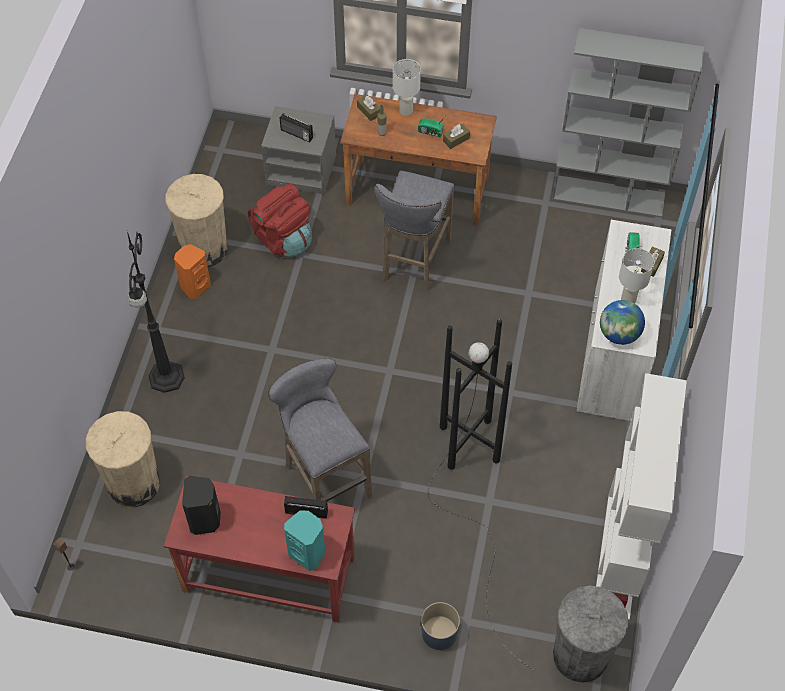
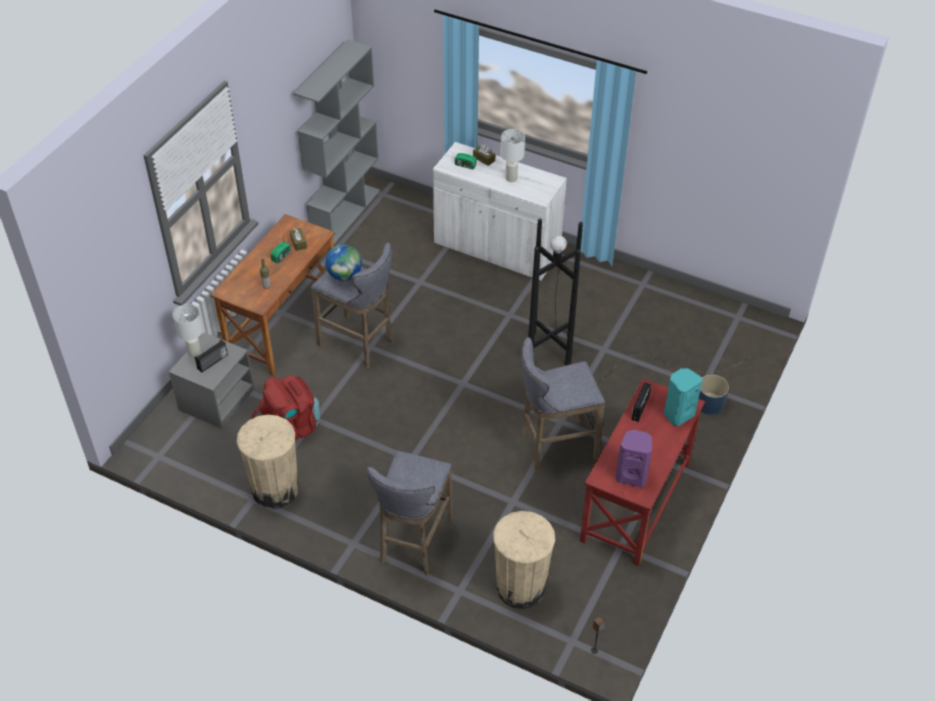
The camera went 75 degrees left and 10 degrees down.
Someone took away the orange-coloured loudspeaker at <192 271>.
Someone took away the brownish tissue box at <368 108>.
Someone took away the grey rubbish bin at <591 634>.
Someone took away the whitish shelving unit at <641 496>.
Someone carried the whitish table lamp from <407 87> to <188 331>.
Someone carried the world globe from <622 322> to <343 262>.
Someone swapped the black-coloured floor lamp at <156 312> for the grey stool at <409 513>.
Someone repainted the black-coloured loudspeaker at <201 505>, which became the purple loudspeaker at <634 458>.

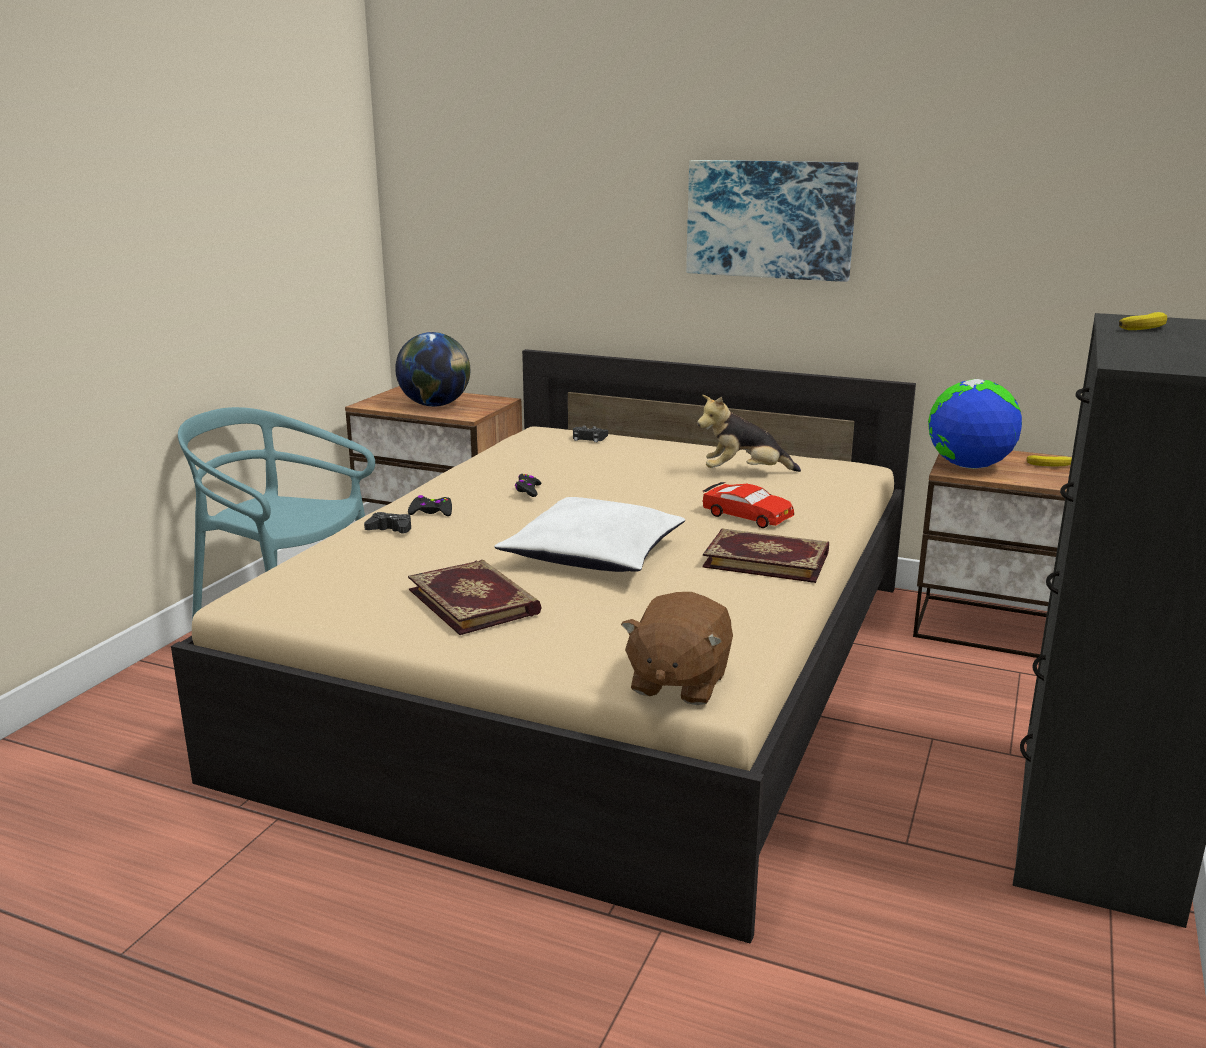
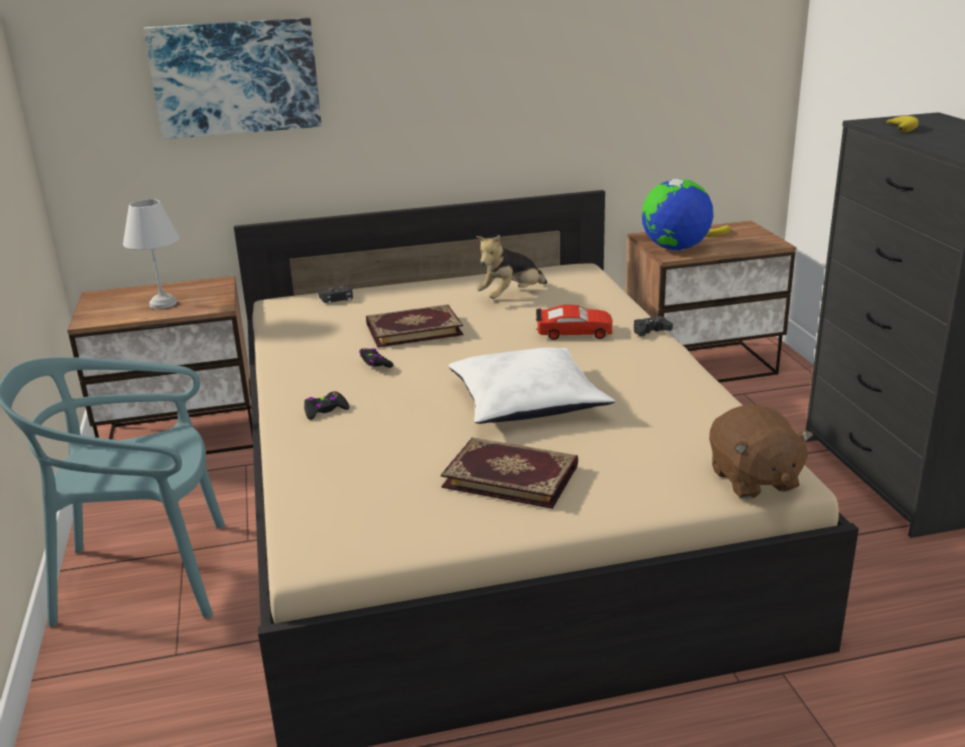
The camera went 35 degrees left and 5 degrees up.
Someone carried the black-coloured gamepad from <387 522> to <653 325>.
Someone carried the wall picture from <772 221> to <233 78>.
Someone carried the volume from <765 555> to <414 326>.
Someone swapped the world globe at <432 369> for the whitish table lamp at <151 254>.

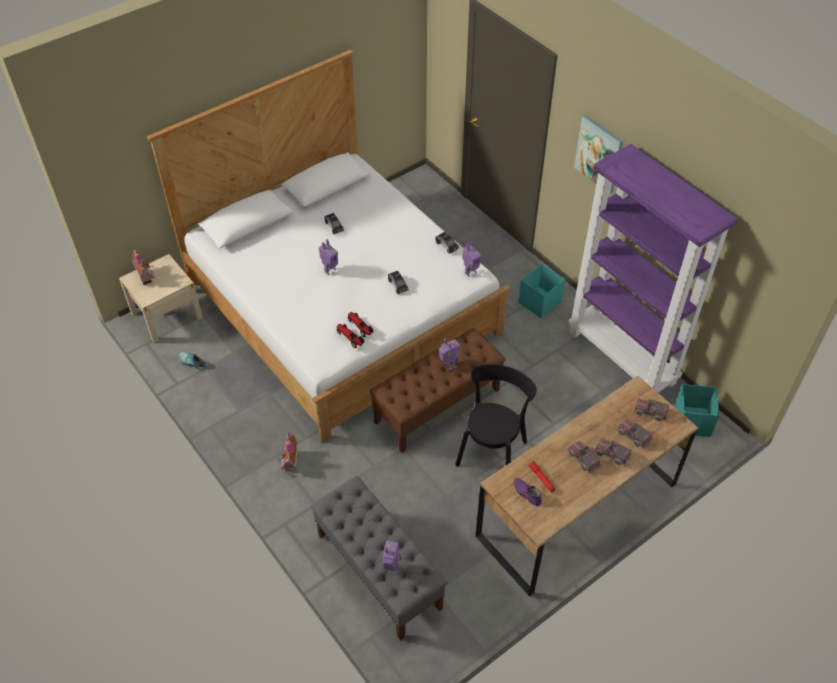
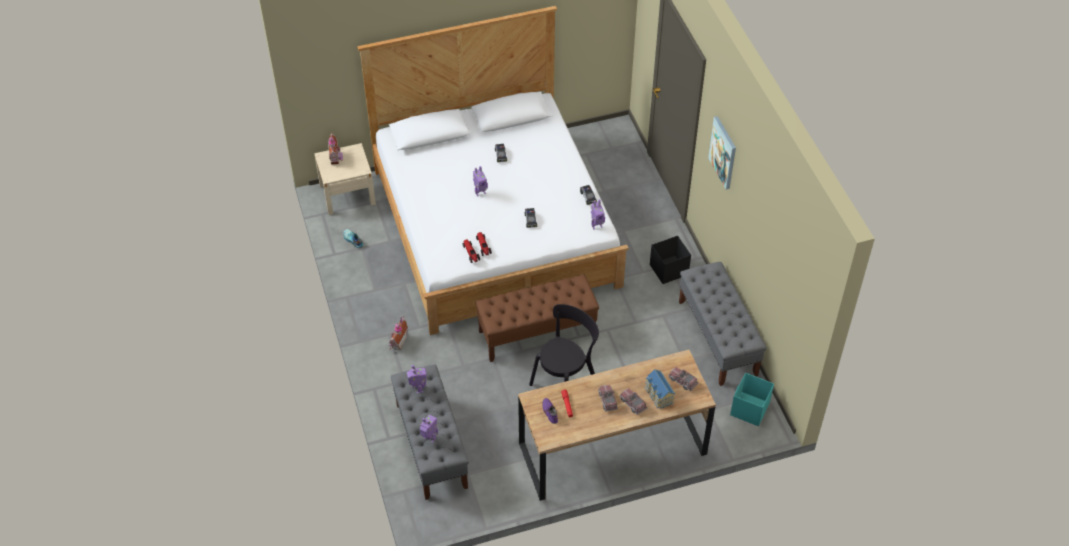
The camera went 20 degrees right and 0 degrees up.
Someone carried the model robot from <450 354> to <417 379>.
Someone swapped the purple shelving unit at <653 268> for the grey bench at <723 324>.
Someone swapped the model truck at <635 434> for the toy house at <660 389>.
Someone repainted the turquoise-coloured storage bin at <541 291>, which became the black-coloured storage bin at <670 260>.

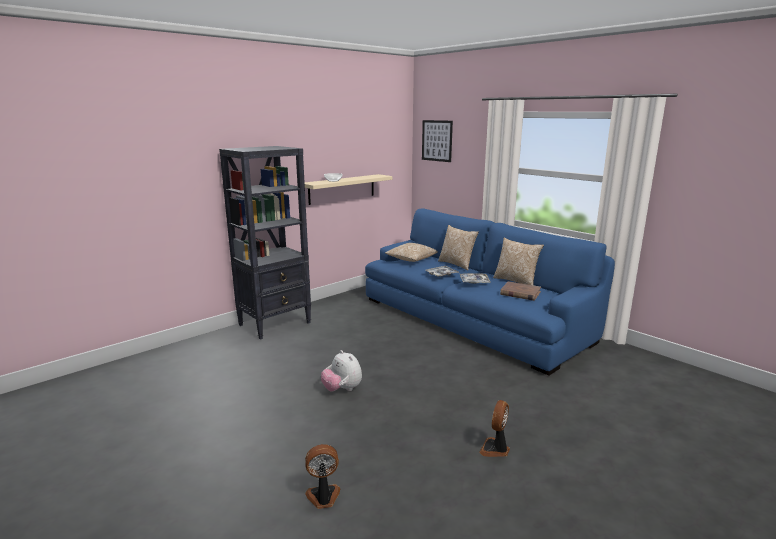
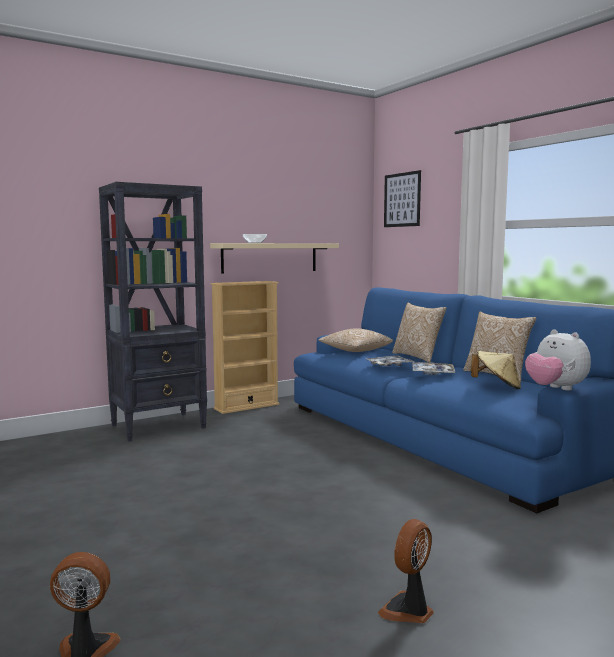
The camera went 10 degrees right and 10 degrees down.
Someone put down the beige-coloured shelving unit at <245 347>.
Someone carried the plush toy from <341 371> to <558 359>.
Someone swapped the brownish volume at <520 291> for the beige-coloured hat at <496 370>.

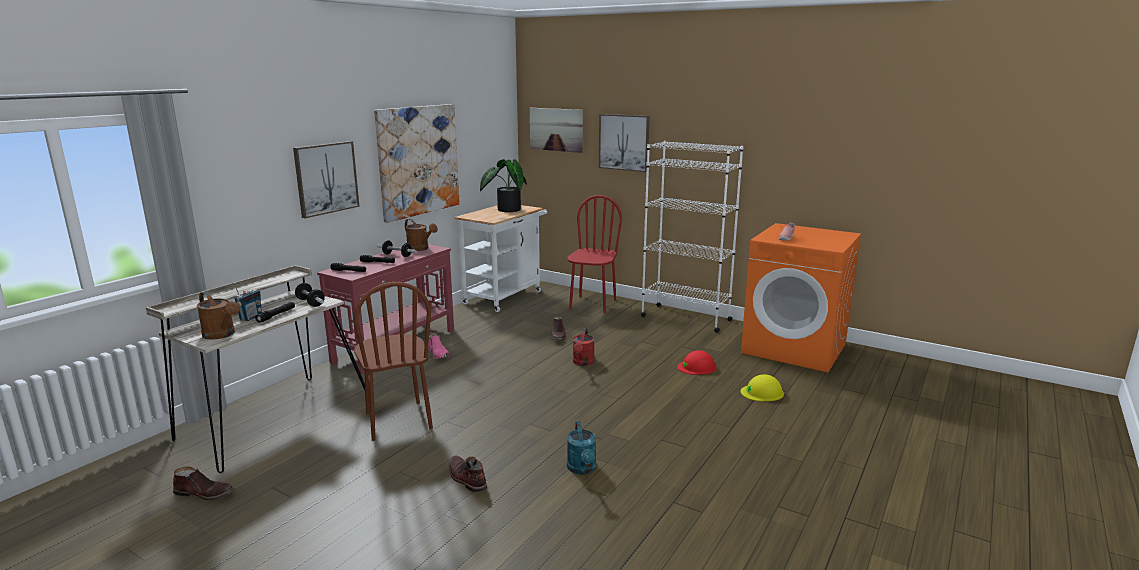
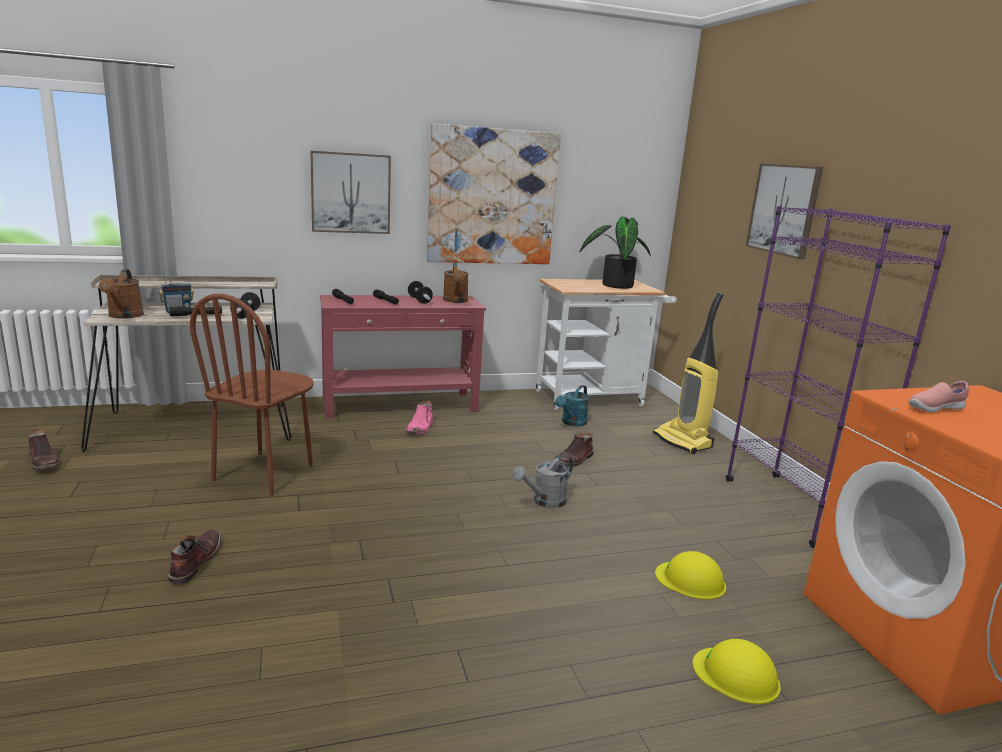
The camera went 40 degrees right and 0 degrees up.
Someone took away the wall picture at <556 130>.
Someone carried the turquoise-coloured sprinkling can from <581 448> to <572 405>.
Someone swapped the red-coloured plain chair at <594 254> for the vacuum cleaner at <688 373>.
Someone repainted the red-coloured sprinkling can at <584 347>, which became the grey sprinkling can at <542 481>.
Someone repainted the whitish shelving unit at <692 237>, which became the purple shelving unit at <838 377>.
Someone repainted the red-coloured hard hat at <696 362>, which became the yellow hard hat at <690 575>.

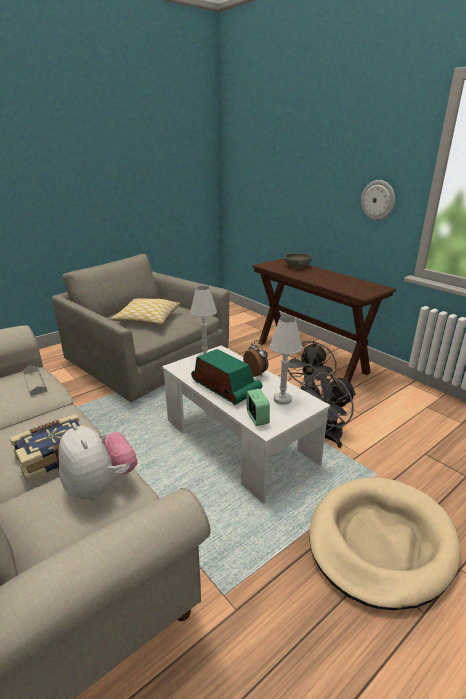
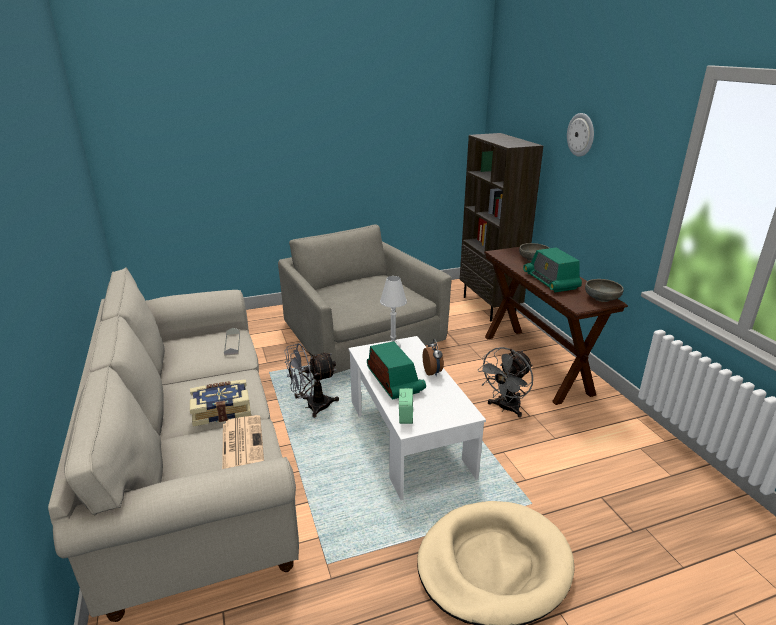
The camera went 20 degrees right and 0 degrees up.
Someone took away the throw pillow at <145 311>.
Someone took away the whitish table lamp at <286 360>.
Someone put down the brownish shelving unit at <501 227>.
Someone put down the radio receiver at <552 269>.
Someone put down the grey serving bowl at <604 290>.
Someone carried the grey fan from <328 410> to <311 380>.
Someone carried the wall clock from <378 200> to <580 135>.
Someone swapped the plush toy at <97 461> for the daily paper at <243 442>.

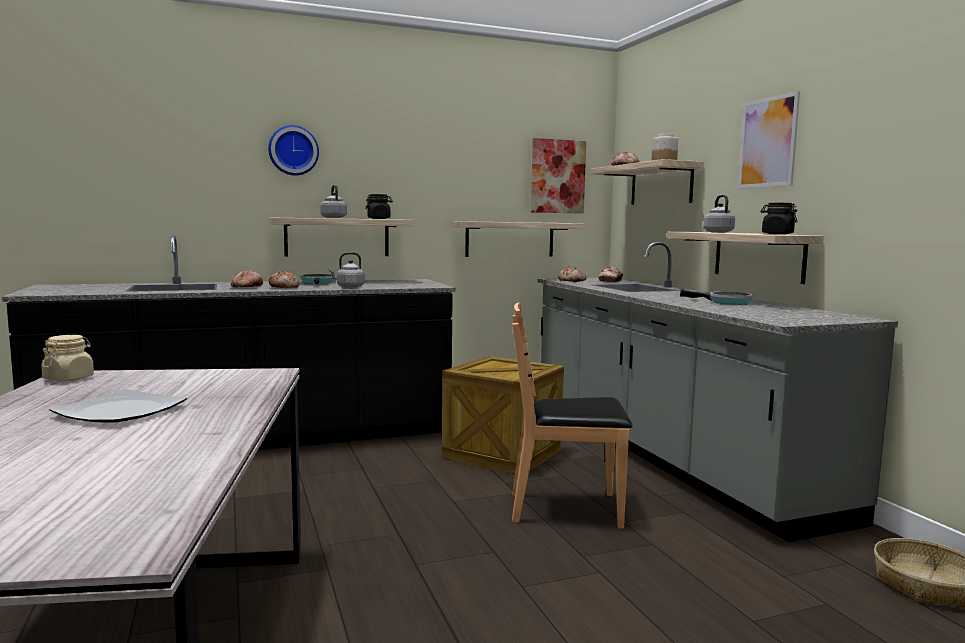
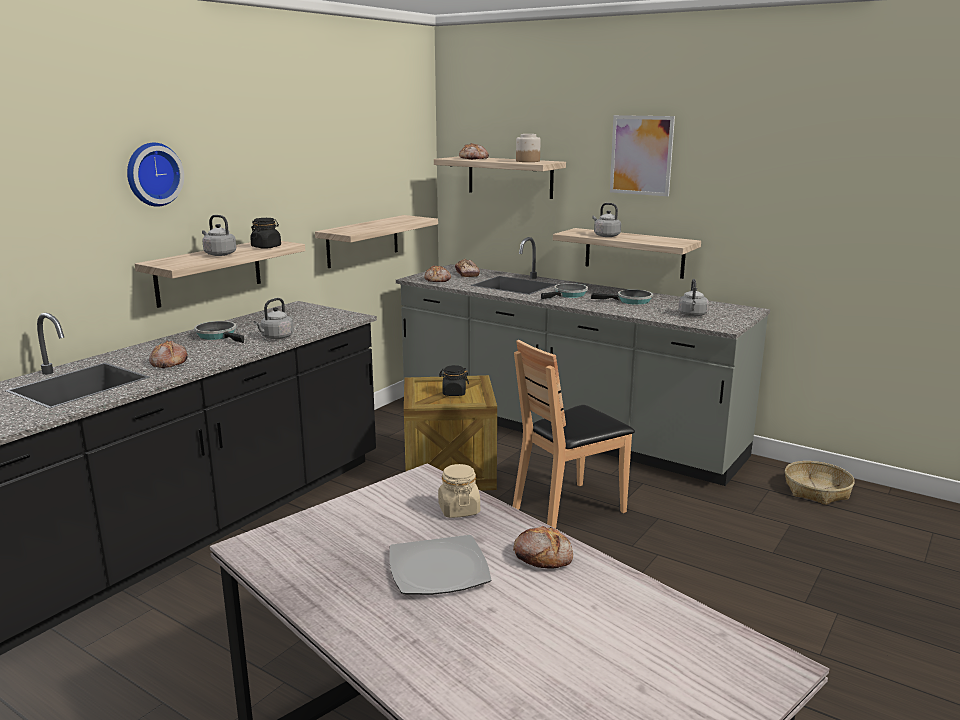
The camera went 35 degrees left and 10 degrees up.
Someone took away the wall picture at <558 176>.
Someone put down the skillet at <564 291>.
Someone put down the grey water kettle at <693 298>.
Someone carried the beige-coloured storage jar from <67 358> to <459 491>.
Someone carried the bread from <284 279> to <543 547>.
Someone carried the black-coloured storage jar from <779 219> to <454 380>.

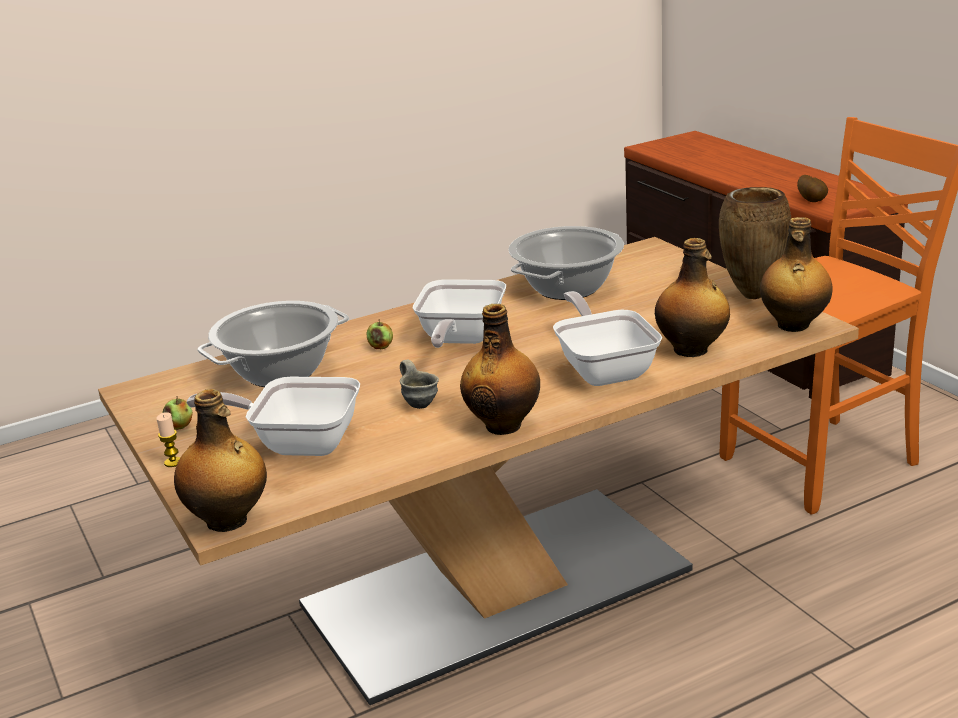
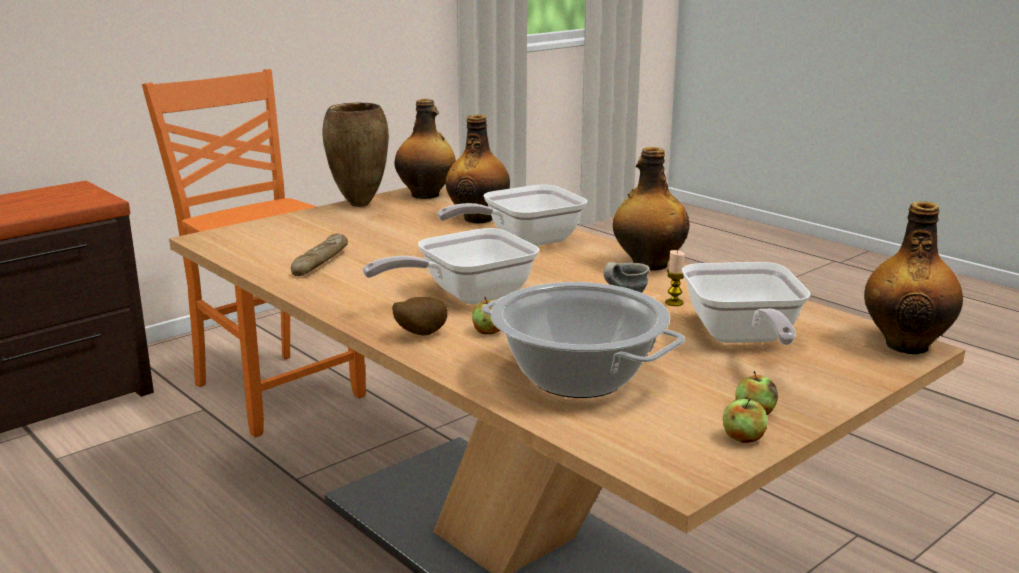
The camera went 105 degrees left and 5 degrees down.
Someone put down the apple at <745 420>.
Someone carried the candle from <168 439> to <675 278>.
Someone carried the spud from <812 188> to <420 316>.
Someone swapped the cooking pot at <566 263> for the bread at <319 254>.
Someone rotated the skillet at <459 313> by 150 degrees clockwise.

